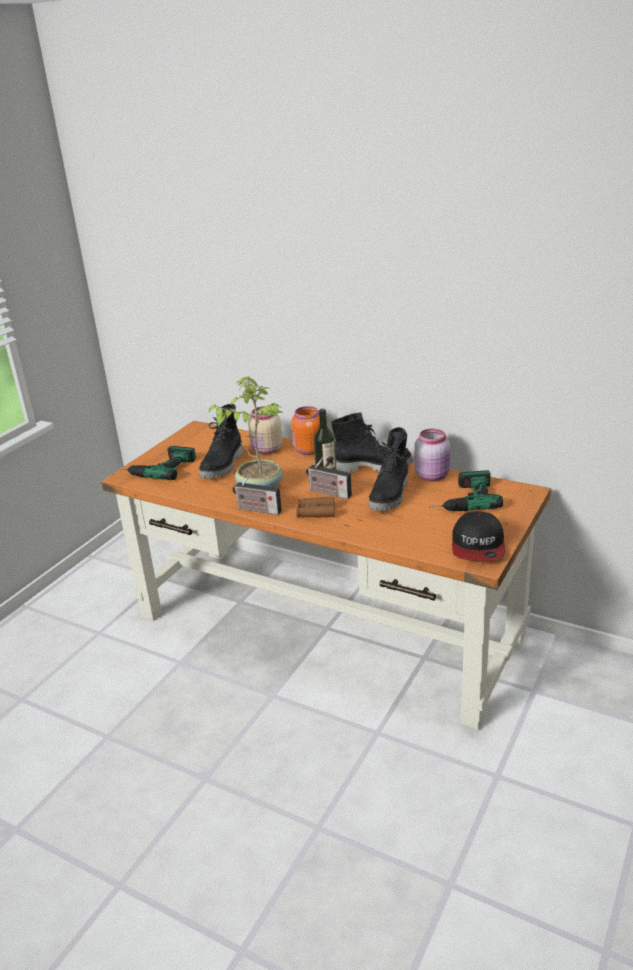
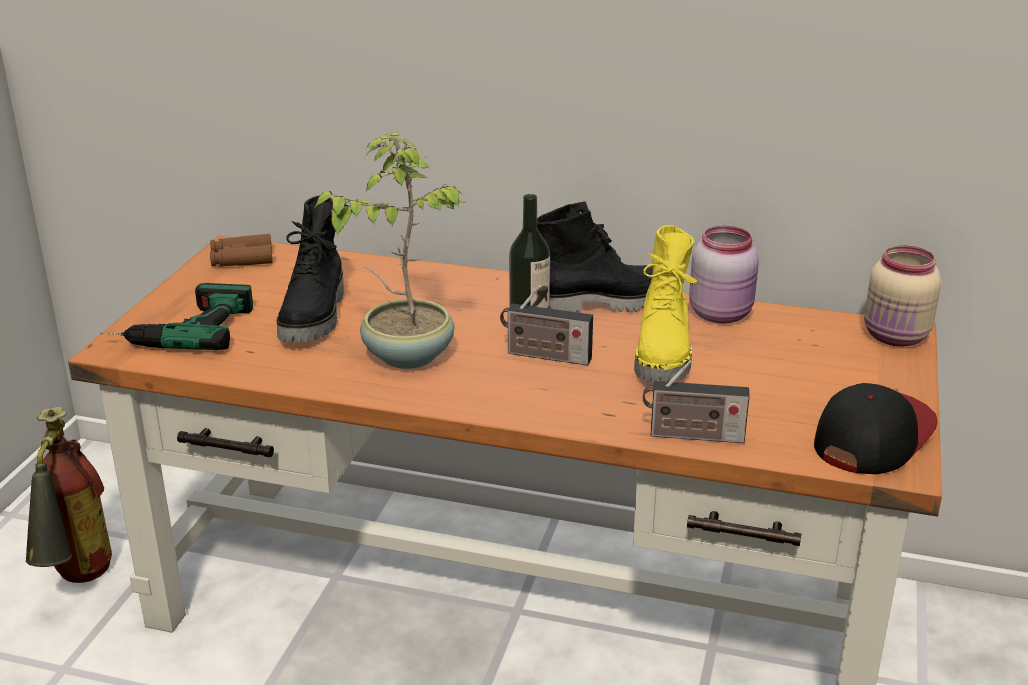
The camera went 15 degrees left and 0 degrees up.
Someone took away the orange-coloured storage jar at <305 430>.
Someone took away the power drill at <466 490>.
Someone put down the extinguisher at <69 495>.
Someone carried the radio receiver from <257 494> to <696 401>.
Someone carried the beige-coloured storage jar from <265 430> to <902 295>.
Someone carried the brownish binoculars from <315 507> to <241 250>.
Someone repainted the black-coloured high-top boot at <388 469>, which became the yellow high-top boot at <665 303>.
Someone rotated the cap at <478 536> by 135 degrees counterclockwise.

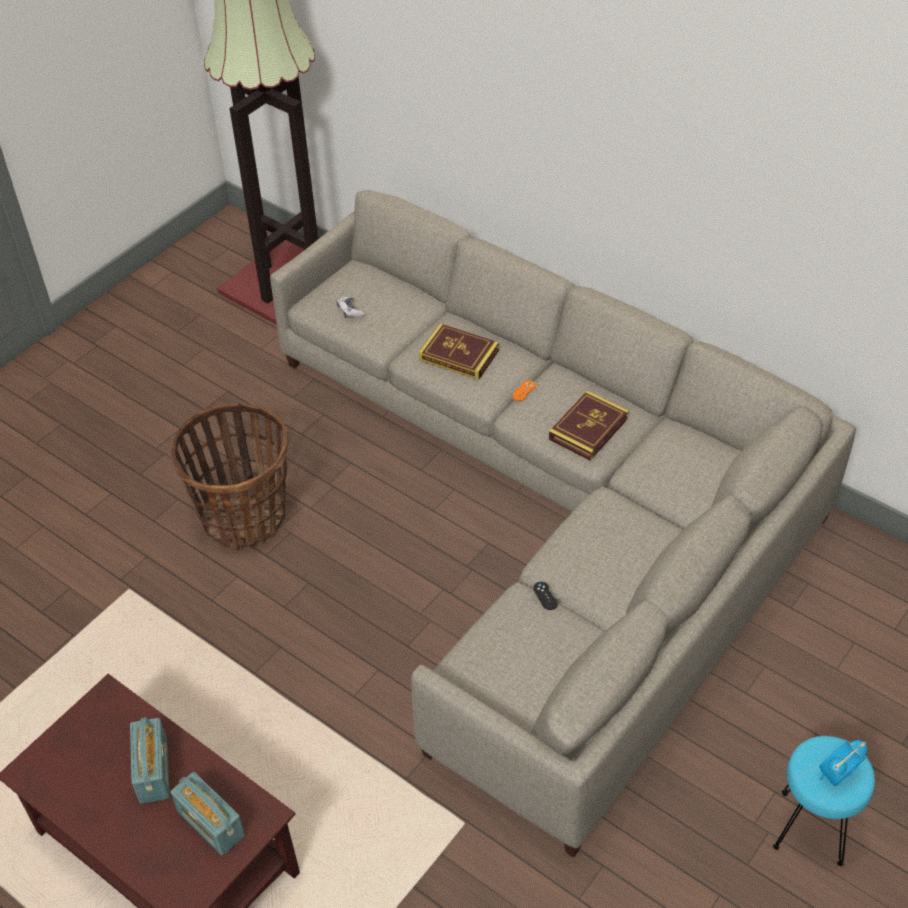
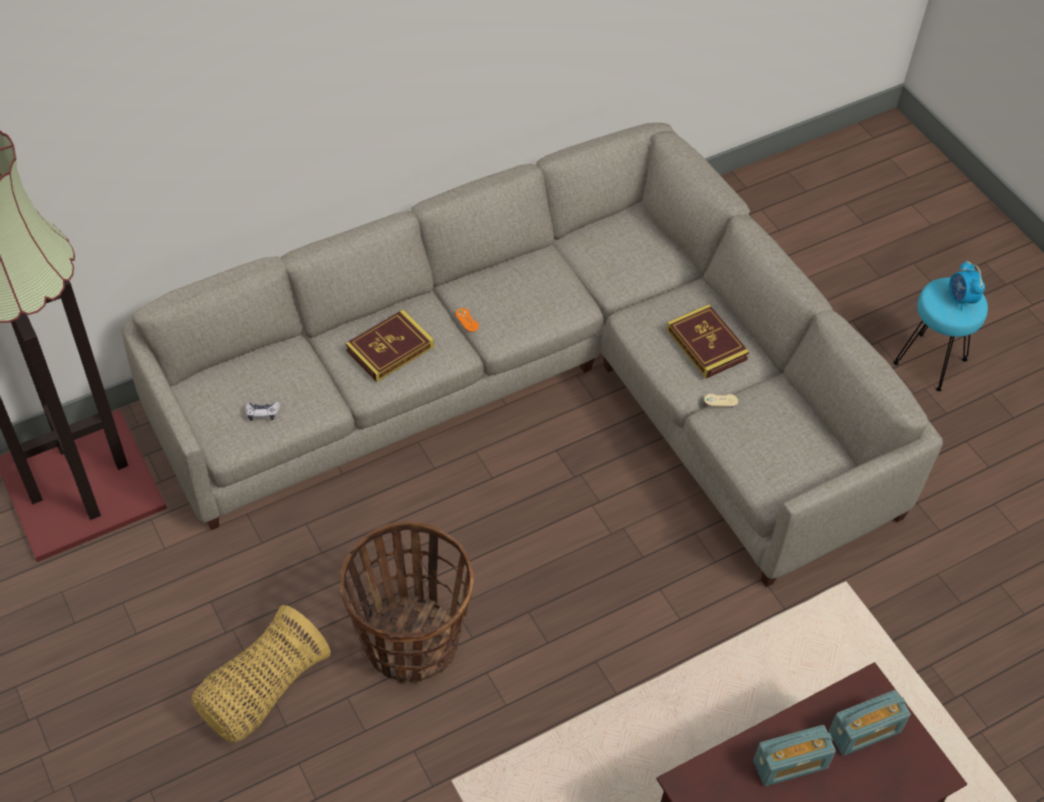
The camera went 70 degrees left and 5 degrees up.
Someone put down the storage basket at <261 674>.
Someone carried the volume from <589 426> to <708 341>.
Someone repainted the black-coloured gamepad at <545 596>, which became the beige-coloured gamepad at <721 400>.
Someone rotated the radio receiver at <150 760> by 150 degrees clockwise.

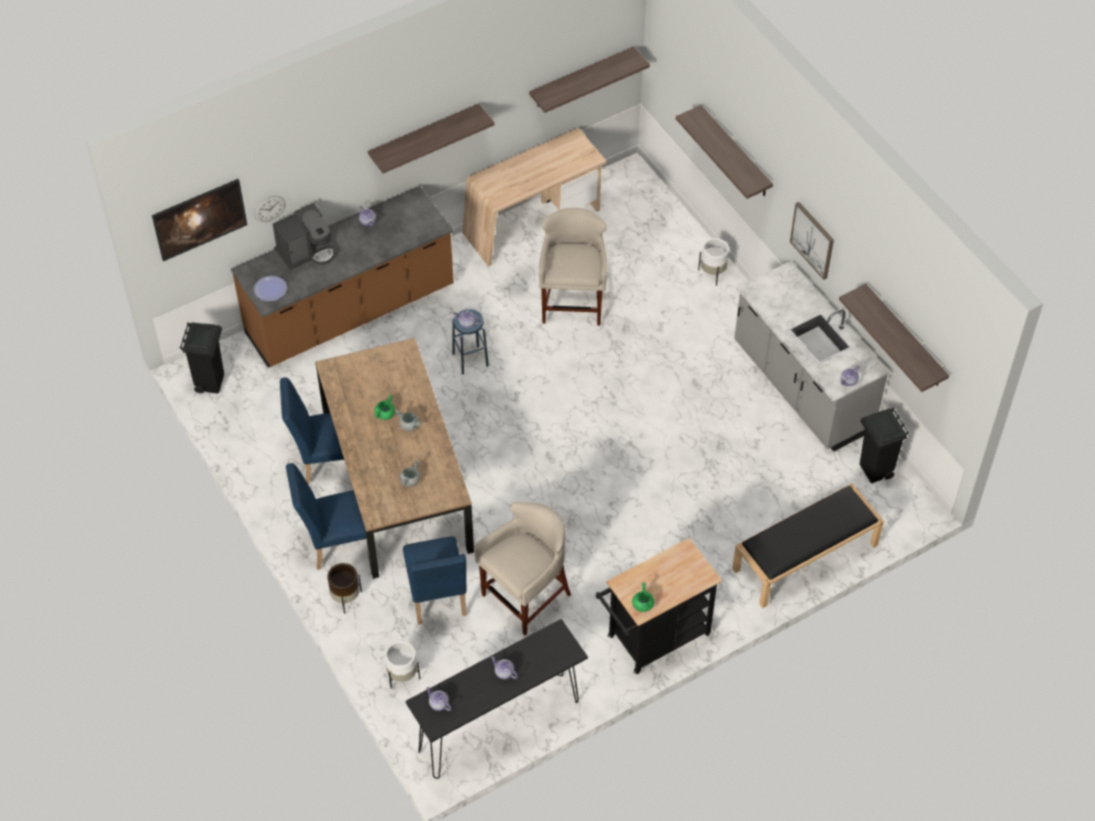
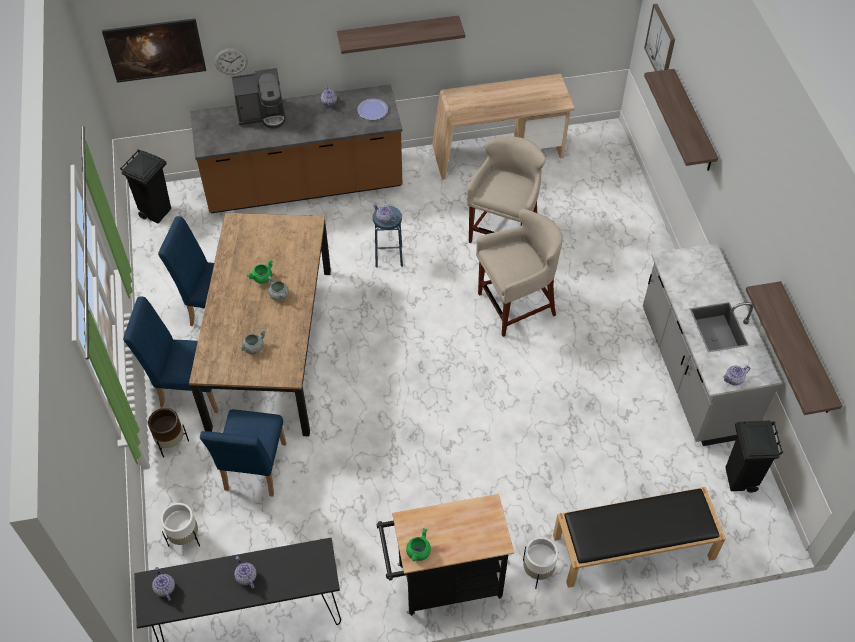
The camera went 20 degrees right and 0 degrees up.
Someone took away the wall shelf at <589 80>.
Someone carried the dinner plate from <270 288> to <372 109>.
Someone carried the beige-coloured stool from <522 568> to <519 273>.
Someone carried the whitish plant pot from <713 262> to <540 563>.
Someone carried the wall picture from <812 241> to <659 37>.

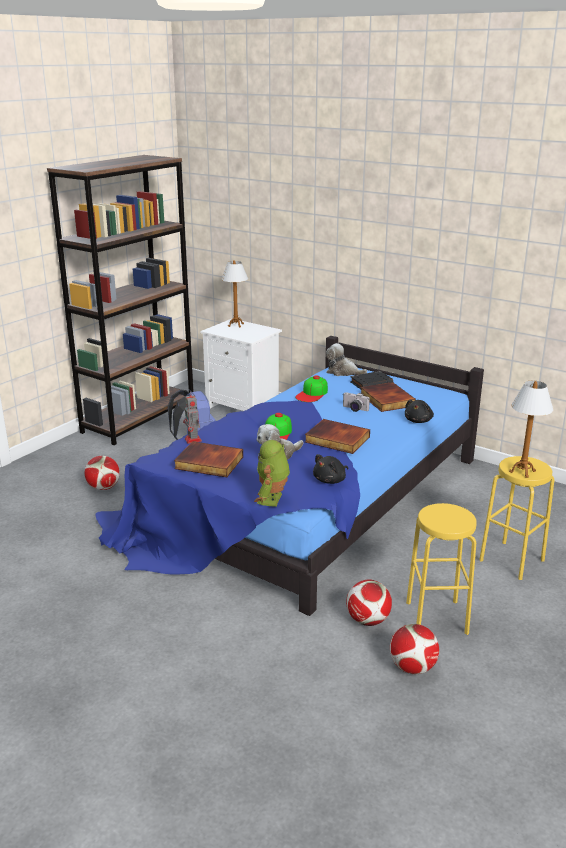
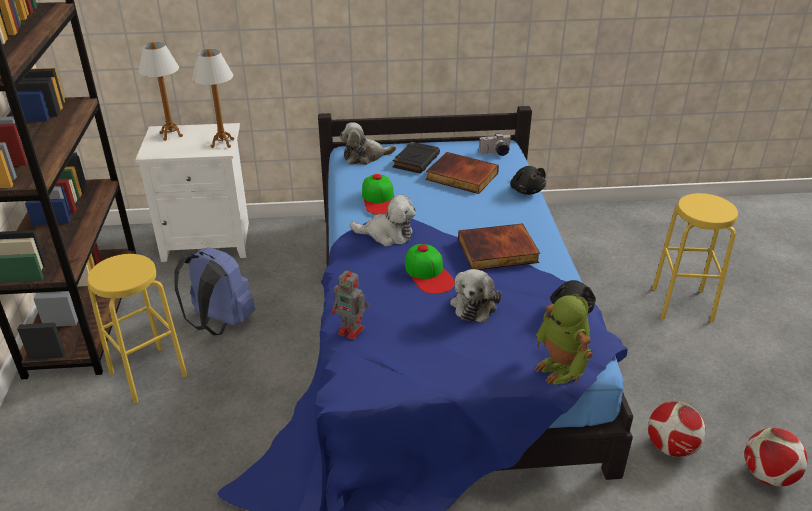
The camera went 40 degrees left and 10 degrees up.
Someone took away the ball for football at <102 473>.
Someone took away the volume at <208 459>.
Someone put down the plush toy at <383 221>.
Someone carried the still camera from <356 402> to <495 144>.
Someone carried the yellow stool from <441 569> to <137 328>.
Someone carried the table lamp from <531 429> to <213 98>.

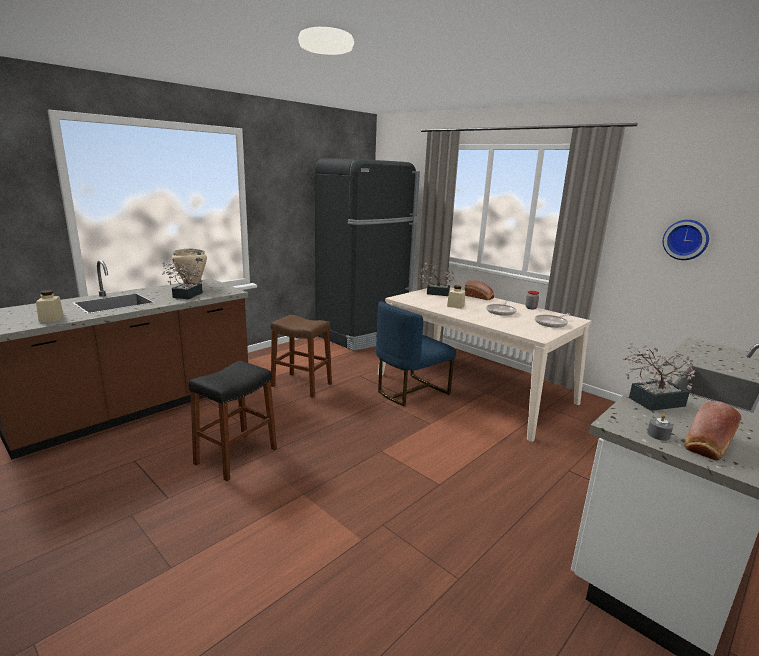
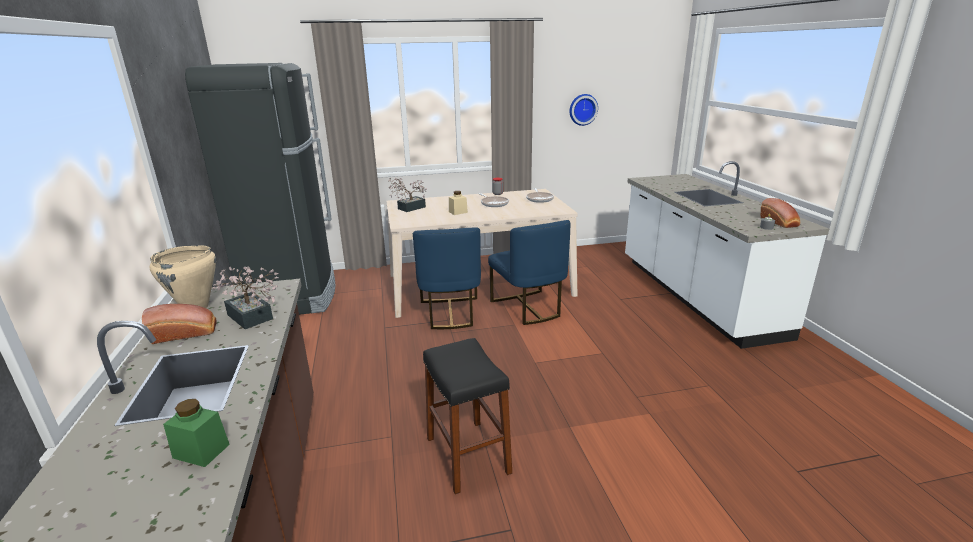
The camera went 55 degrees left and 5 degrees up.
Someone took away the brownish stool at <301 356>.
Someone took away the potted plant at <659 376>.
Someone put down the blue-coloured plain chair at <529 272>.
Someone carried the bread from <479 290> to <179 324>.
Someone repainted the beige-coloured storage jar at <50 306>, which became the green storage jar at <196 433>.

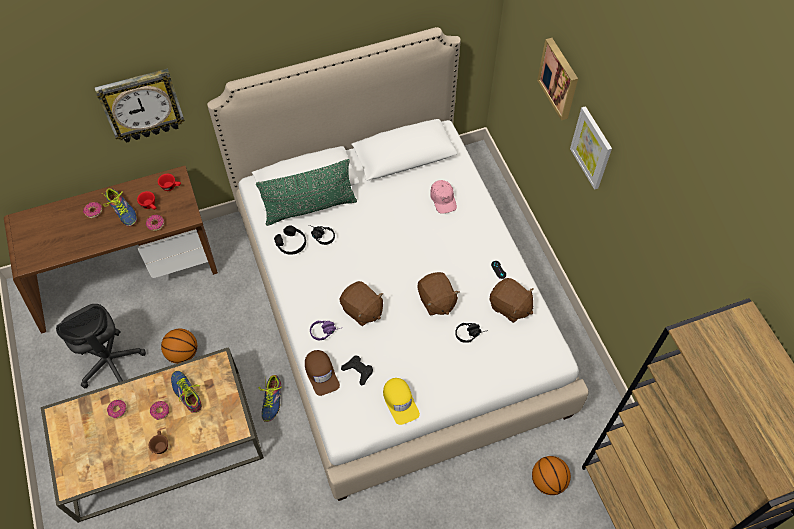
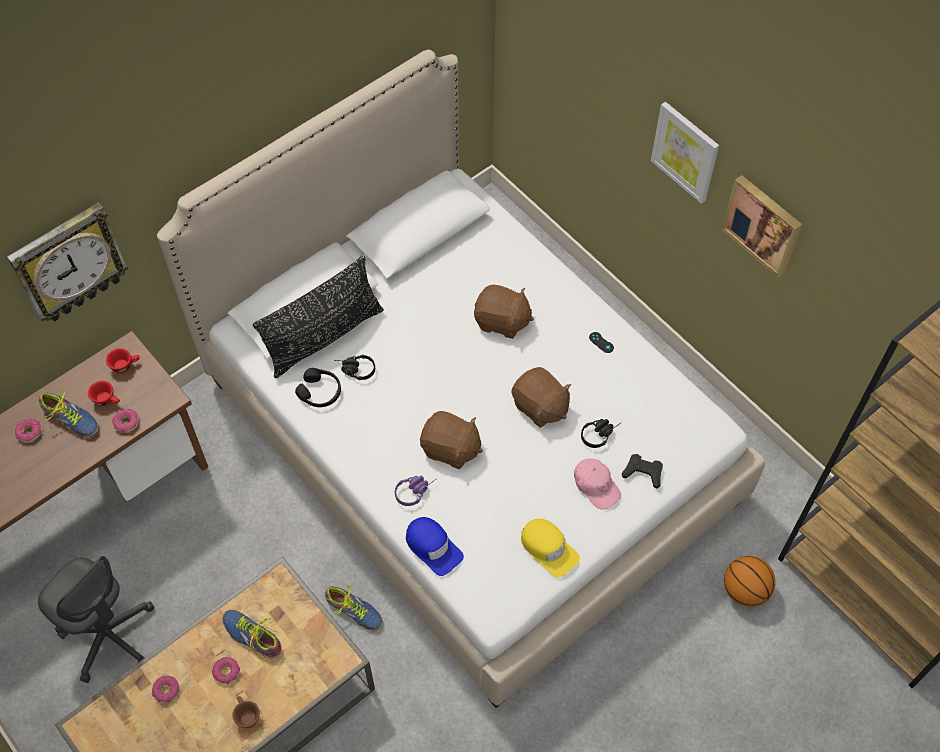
The camera went 20 degrees left and 0 degrees up.
Someone took away the ball for basketball at <179 346>.
Someone carried the black-coloured gamepad from <357 371> to <642 471>.
Someone carried the pink cap from <443 197> to <597 484>.
Someone carried the brownish plush toy from <511 300> to <504 311>.
Someone carried the wall picture from <557 79> to <761 226>.
Someone repainted the green throw pillow at <306 192>, which became the black-coloured throw pillow at <318 317>.
Someone repainted the brownish cap at <322 373>, which became the blue-coloured cap at <435 546>.
Someone rotated the item of footwear at <270 398> by 45 degrees counterclockwise.

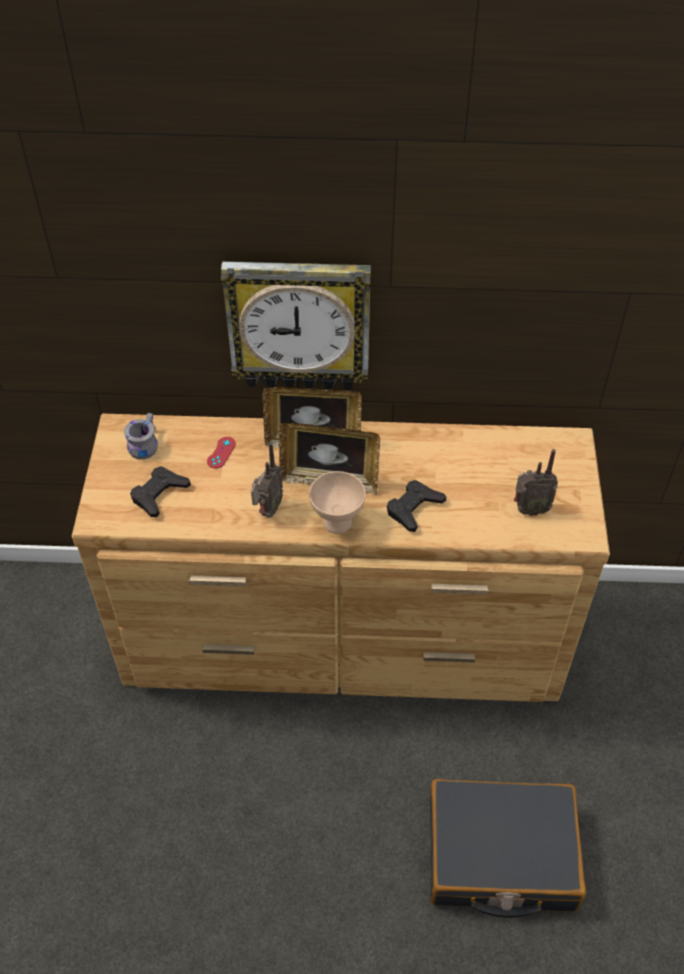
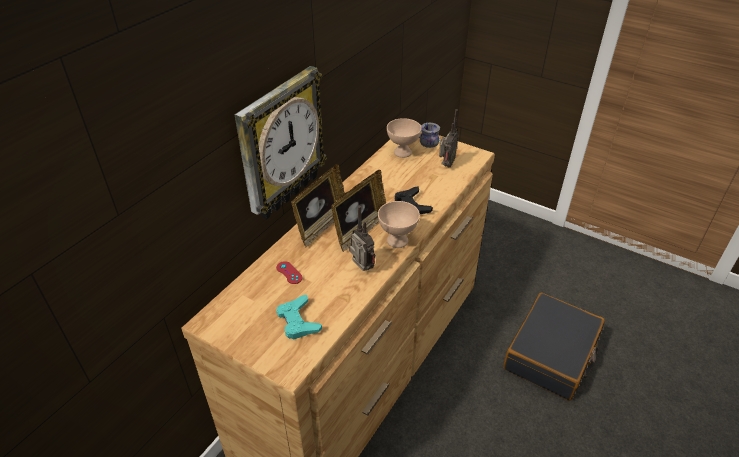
The camera went 60 degrees left and 10 degrees down.
Someone put down the beige-coloured serving bowl at <404 138>.
Someone carried the grey tea mug from <141 436> to <429 135>.
Someone repainted the black-coloured gamepad at <160 491>, which became the turquoise-coloured gamepad at <299 317>.

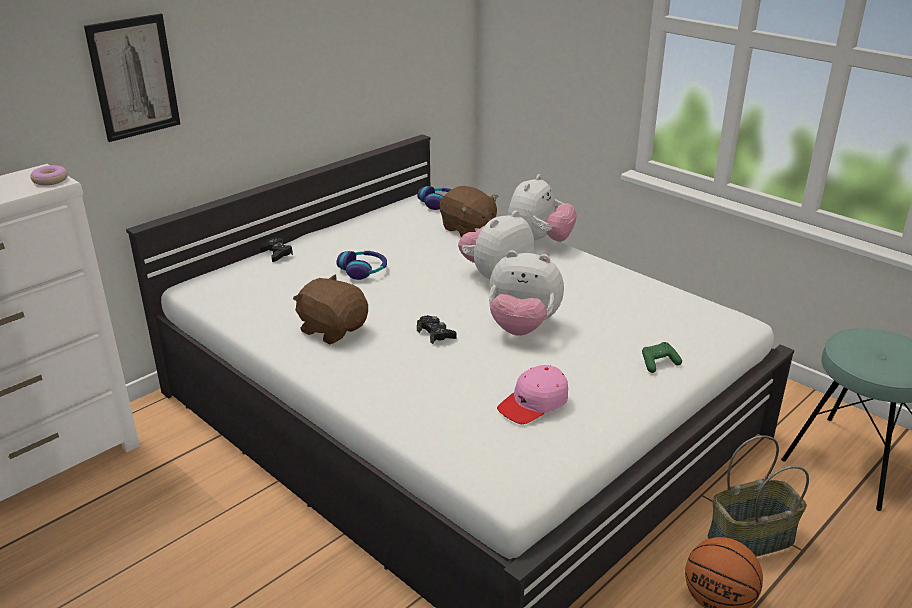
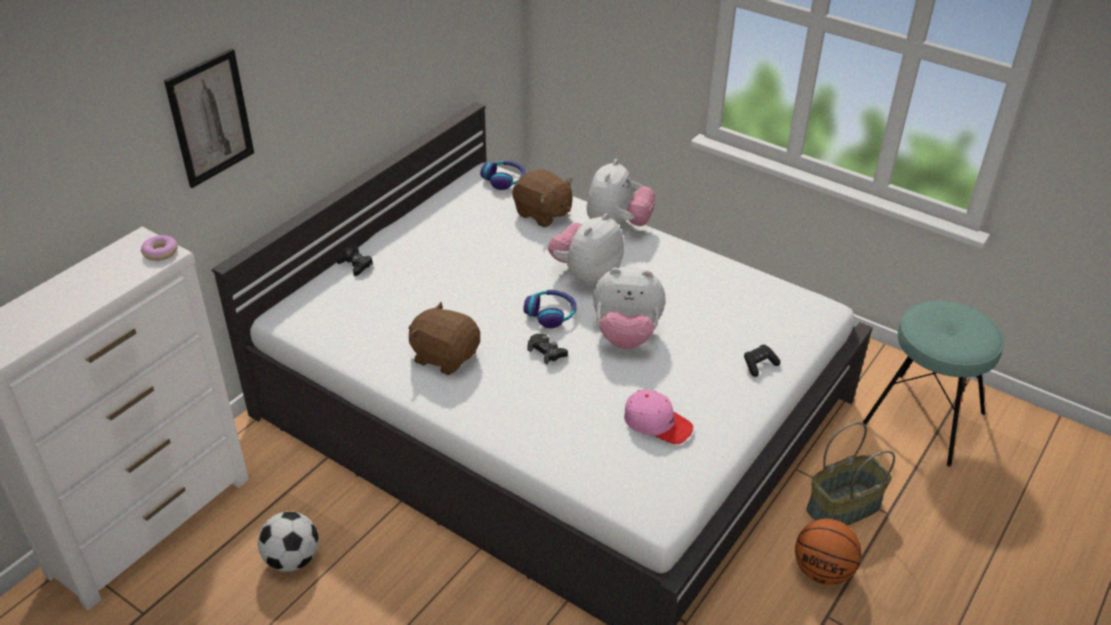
The camera went 10 degrees left and 10 degrees up.
Someone put down the ball for football at <288 541>.
Someone carried the pair of headphones from <361 265> to <550 309>.
Someone repainted the green gamepad at <662 357>, which became the black-coloured gamepad at <762 360>.
Someone rotated the pink cap at <532 394> by 105 degrees counterclockwise.

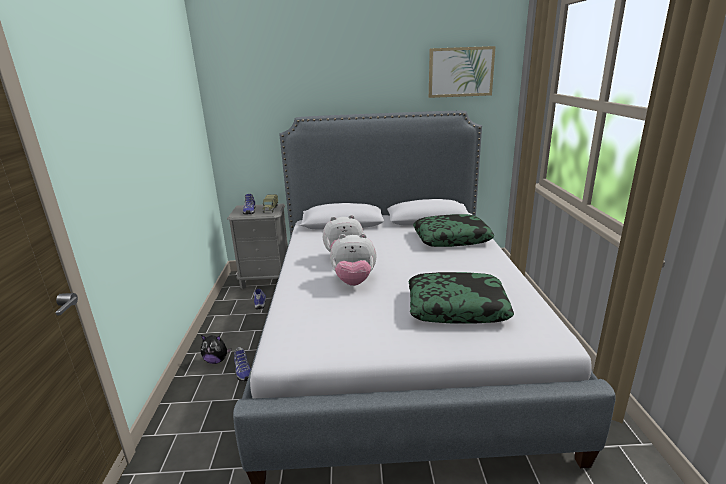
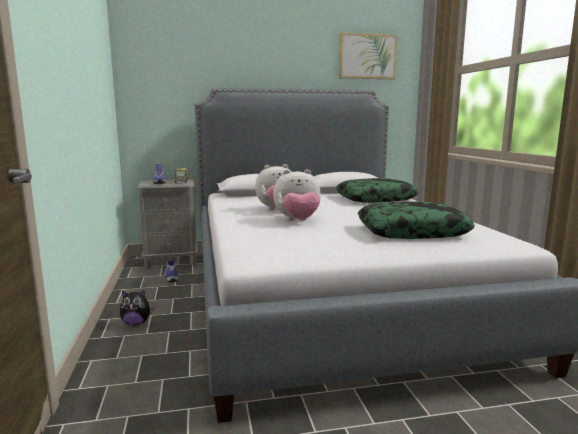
The camera went 10 degrees left and 10 degrees down.
Someone took away the item of footwear at <242 364>.

